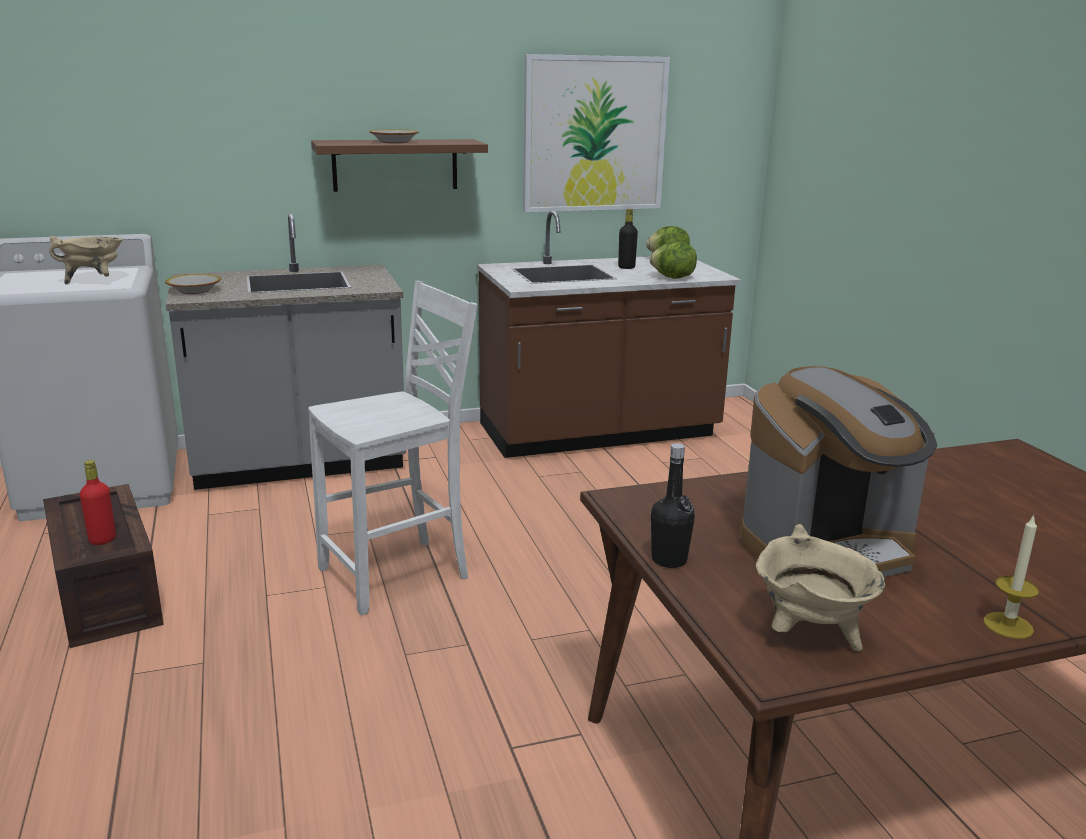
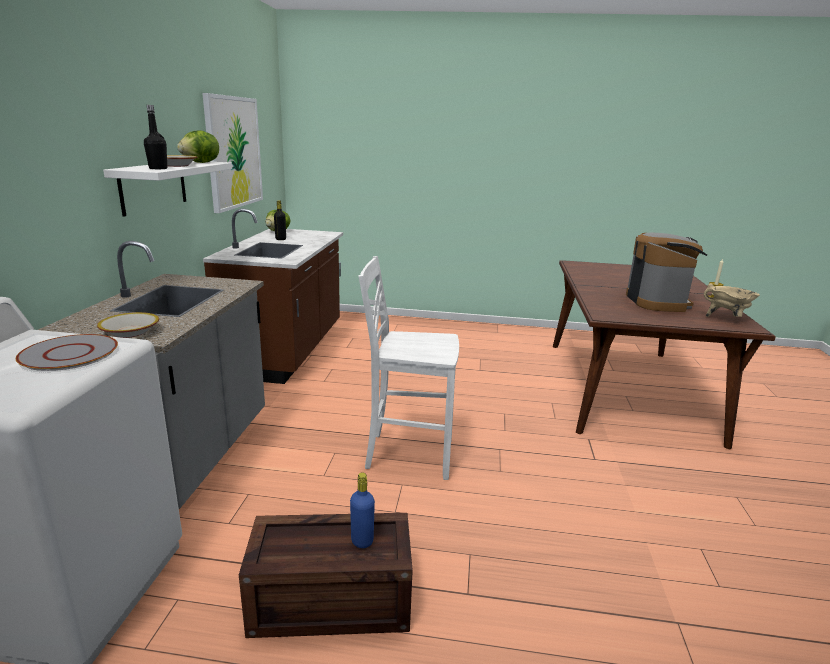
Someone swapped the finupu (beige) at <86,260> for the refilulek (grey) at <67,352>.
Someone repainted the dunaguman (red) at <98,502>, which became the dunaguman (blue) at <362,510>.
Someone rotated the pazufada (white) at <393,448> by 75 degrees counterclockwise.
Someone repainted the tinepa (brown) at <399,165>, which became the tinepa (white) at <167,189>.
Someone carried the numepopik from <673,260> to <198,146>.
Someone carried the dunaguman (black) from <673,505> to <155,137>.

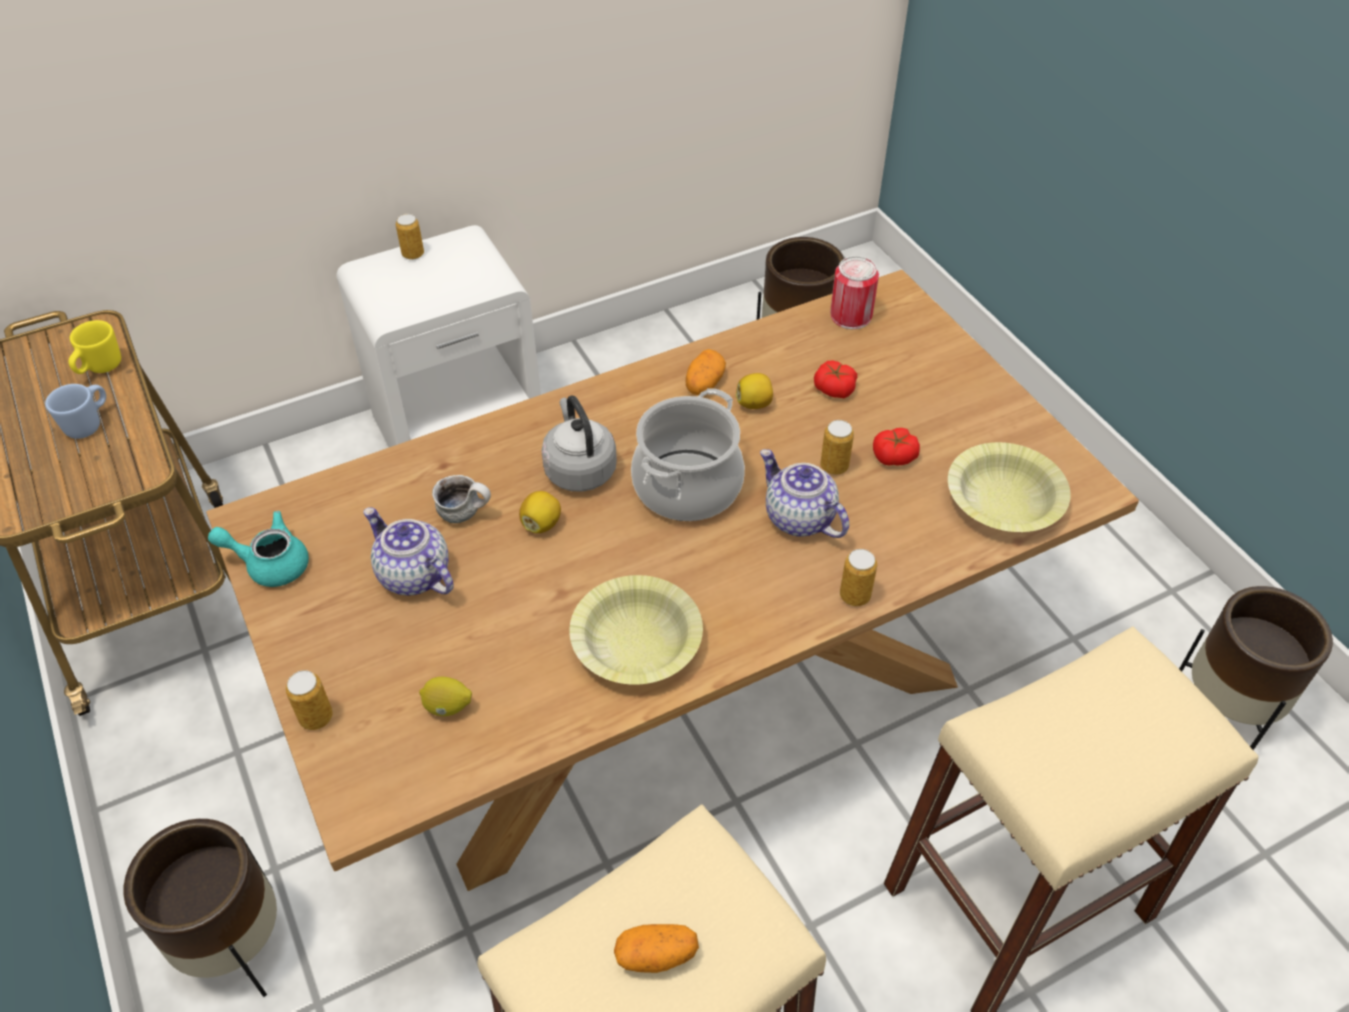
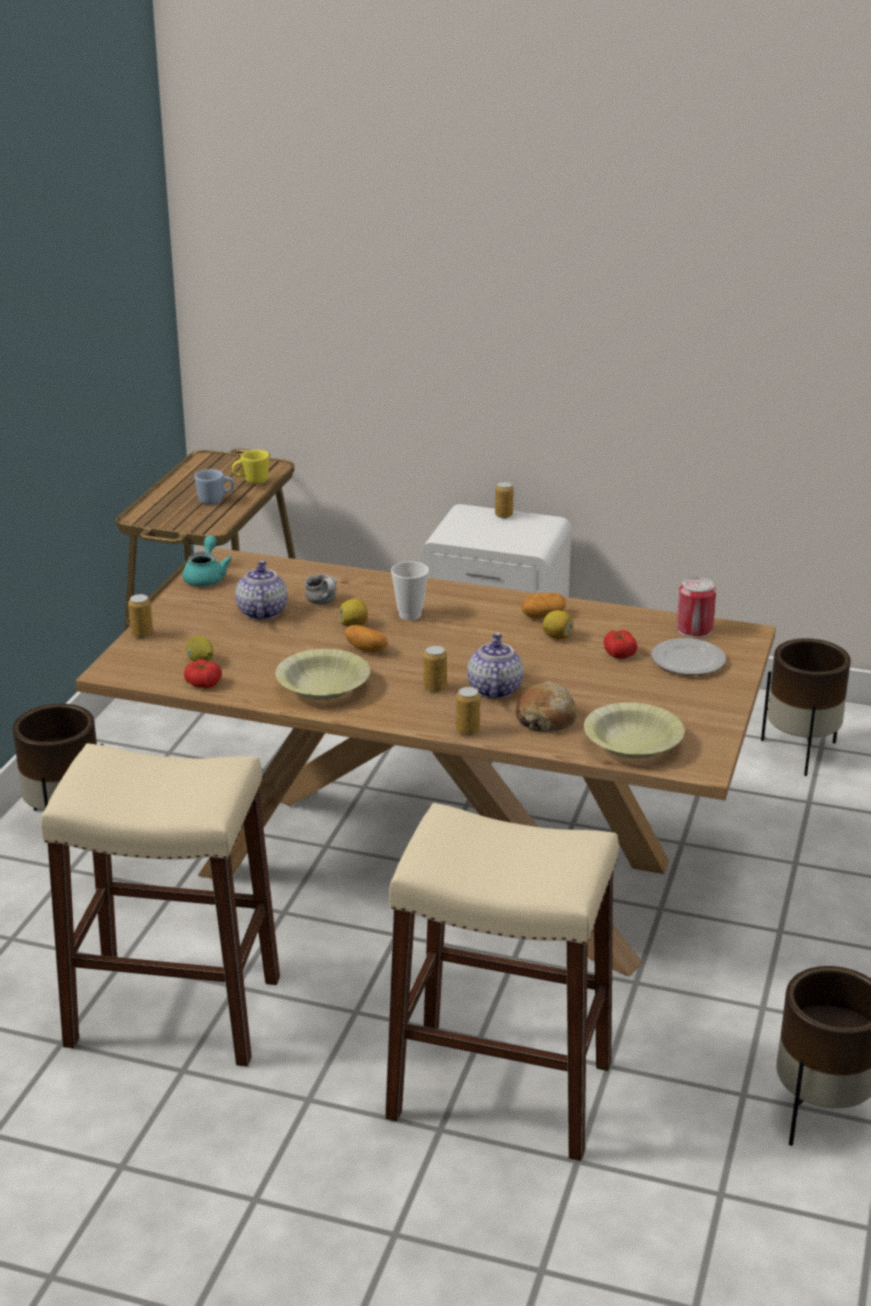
Someone rotated the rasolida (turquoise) at <258,549> by 45 degrees clockwise.
Someone swapped the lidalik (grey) at <579,443> for the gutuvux at <410,590>.
Someone carried the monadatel from <656,948> to <366,639>.
Someone took away the finupu at <688,454>.
Someone carried the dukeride from <837,447> to <435,669>.
Someone carried the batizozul from <896,447> to <203,673>.
Someone put down the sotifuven at <546,707>.
Someone put down the refilulek at <688,656>.

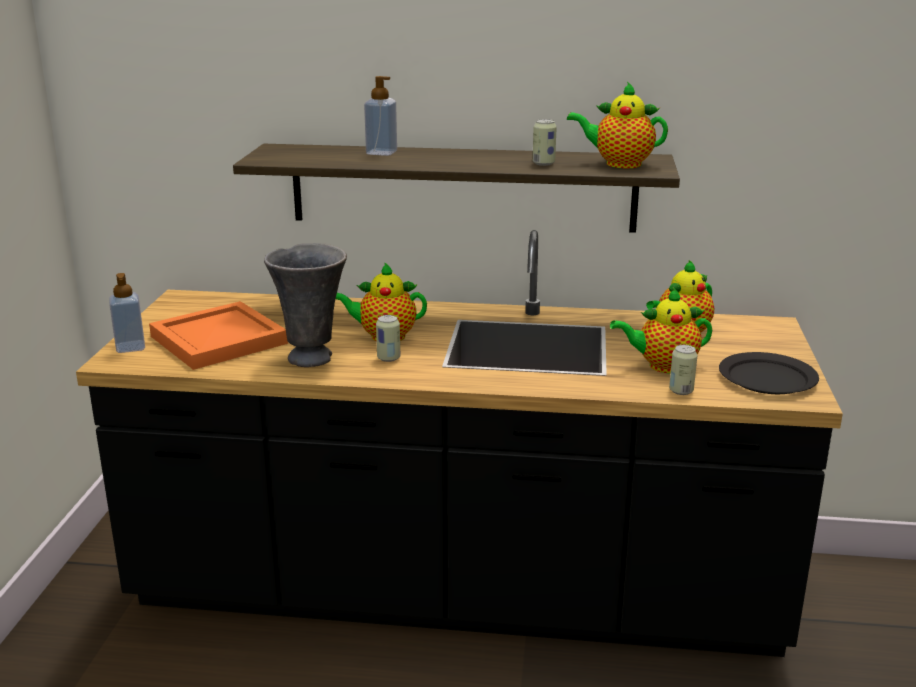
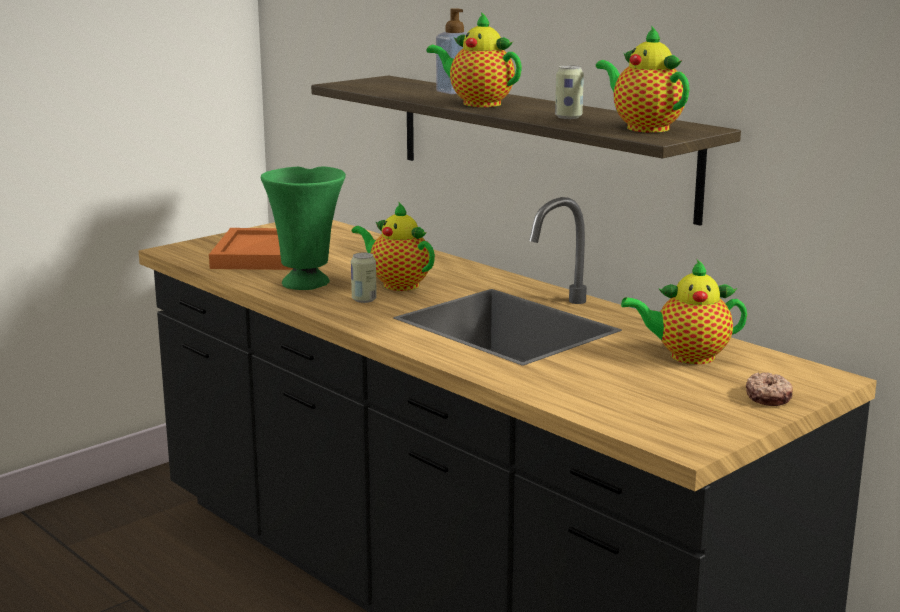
Someone took away the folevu at <127,313>.
Someone repainted the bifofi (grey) at <305,305>, which became the bifofi (green) at <303,228>.
Someone carried the rasolida from <661,330> to <474,59>.
Someone took away the dukeride at <683,370>.
Someone took away the refilulek (black) at <769,373>.
Someone put down the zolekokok at <769,389>.

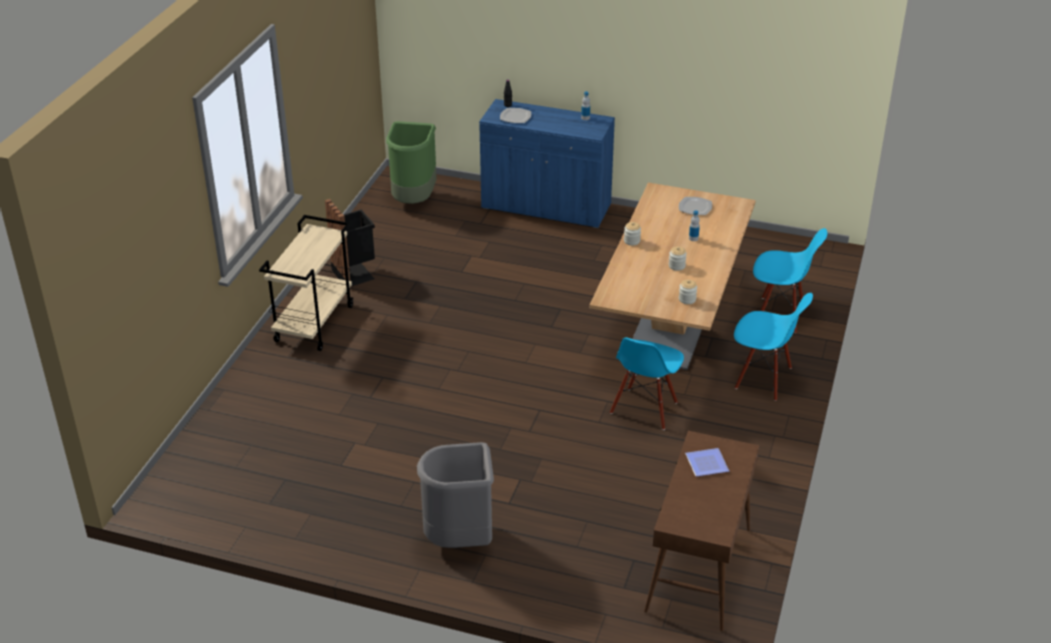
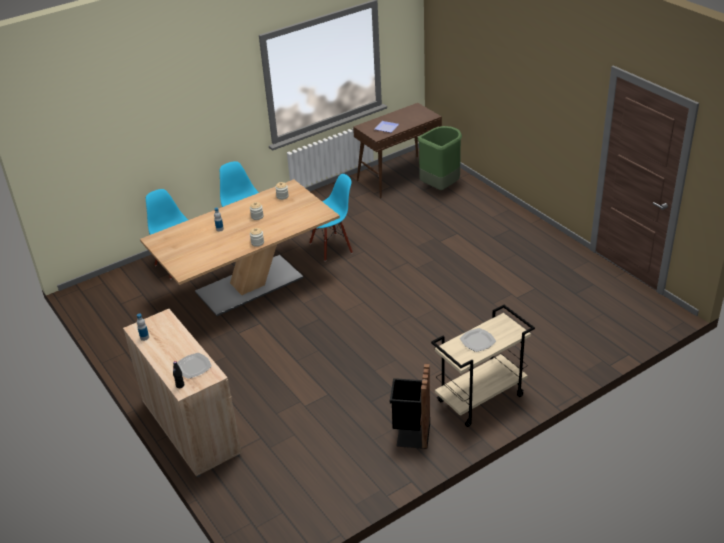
Someone carried the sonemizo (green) from <411,162> to <440,158>.
Someone took away the sonemizo (grey) at <455,495>.
Someone repainted the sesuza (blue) at <547,163>, which became the sesuza (beige) at <182,393>.
Someone carried the refilulek from <695,206> to <478,340>.

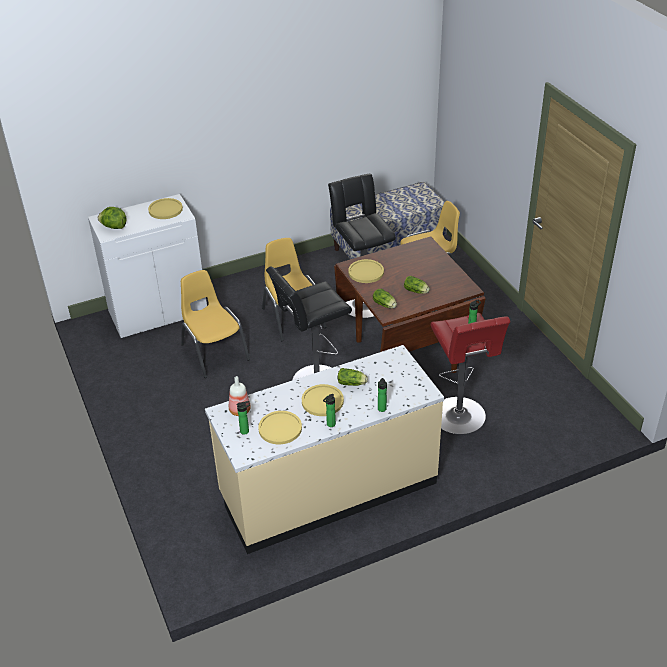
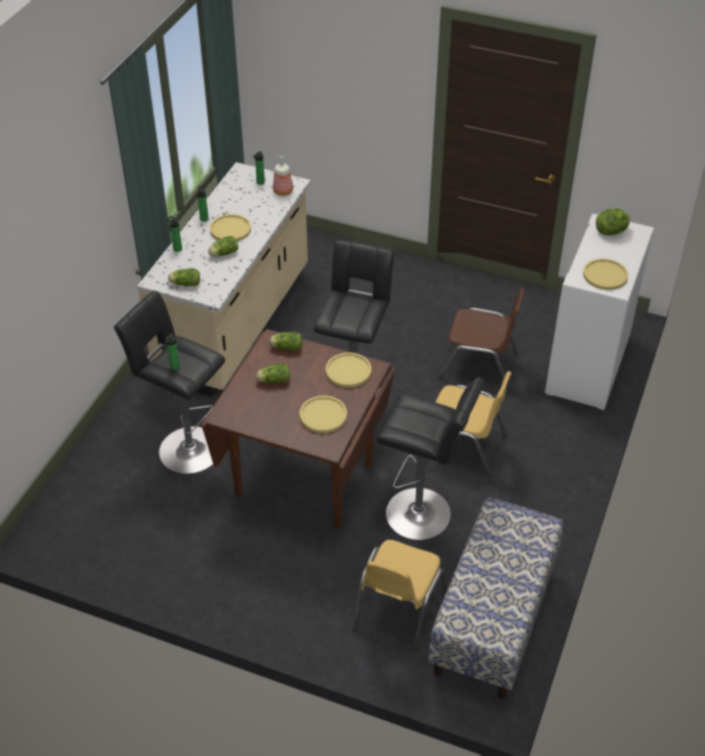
Someone repainted the pazufada (yellow) at <215,324>, which became the pazufada (brown) at <481,339>.
Someone carried the refilulek (yellow) from <280,427> to <323,414>.
Someone repainted the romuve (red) at <470,374>, which became the romuve (black) at <169,382>.
Someone put down the numepopik at <184,277>.

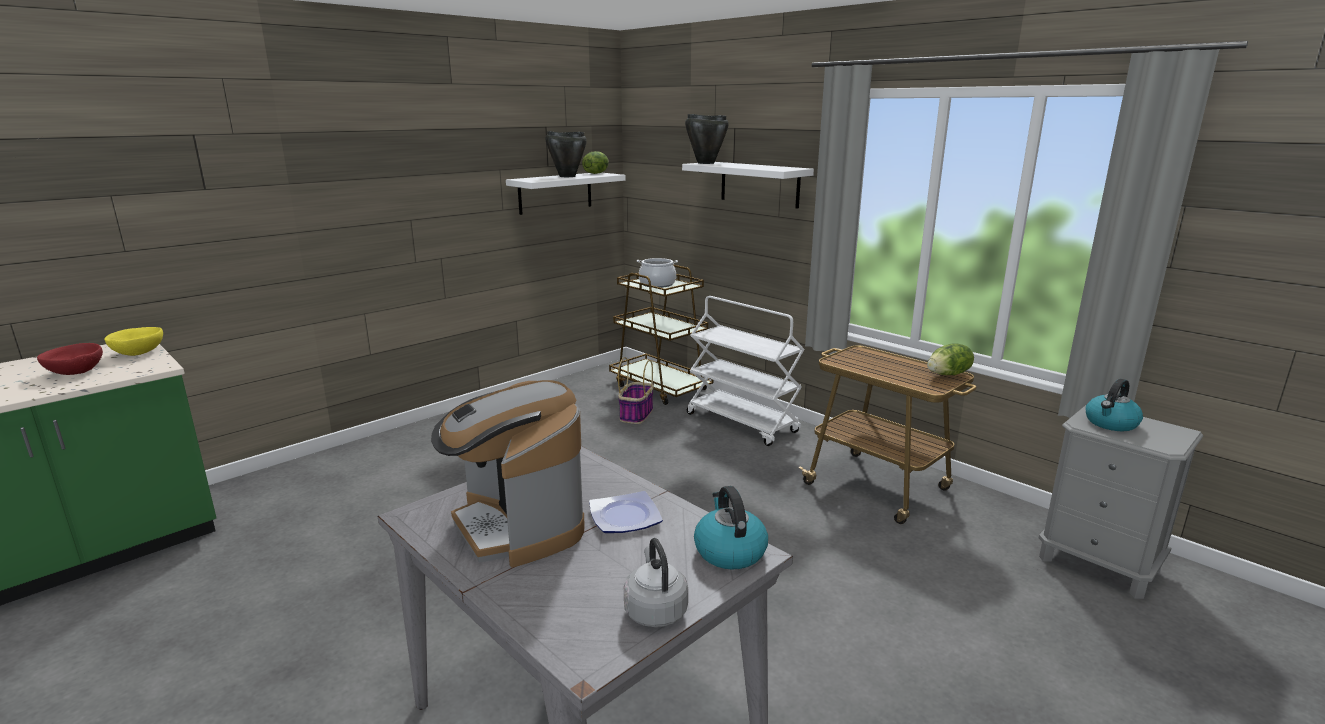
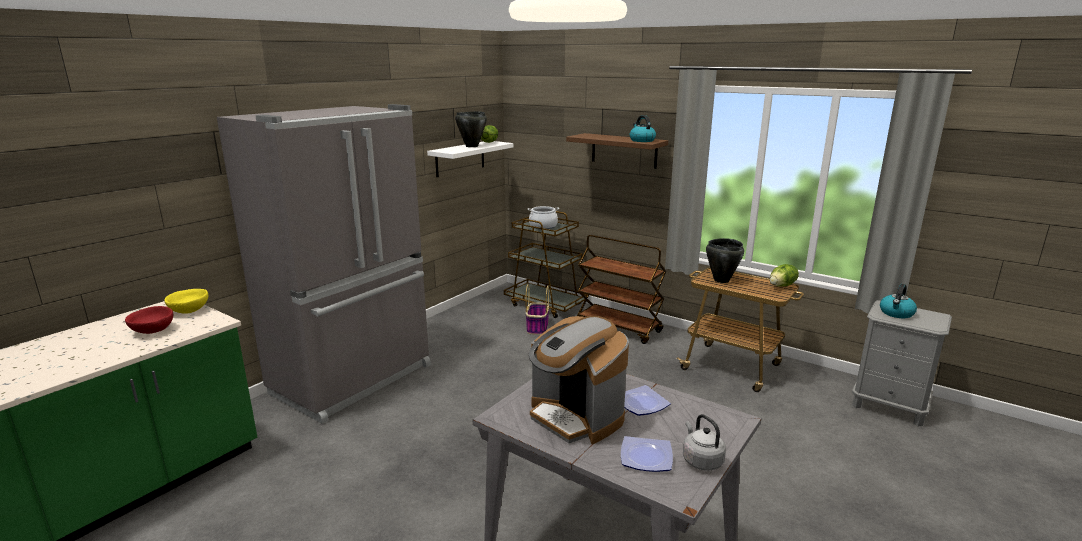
Someone repainted the tinepa (white) at <748,185>, which became the tinepa (brown) at <617,151>.
Someone carried the finupu (black) from <707,139> to <725,260>.
Someone repainted the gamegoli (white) at <746,371>, which became the gamegoli (brown) at <621,289>.
Someone carried the lidalik from <731,528> to <643,128>.
Someone put down the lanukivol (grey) at <324,264>.
Someone put down the refilulek at <647,454>.

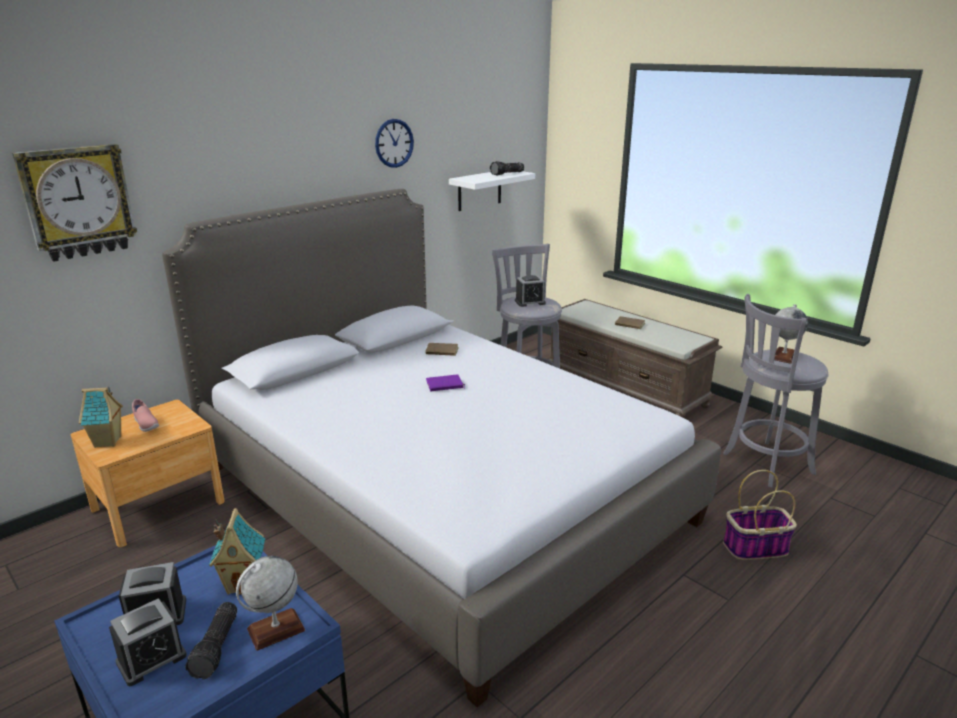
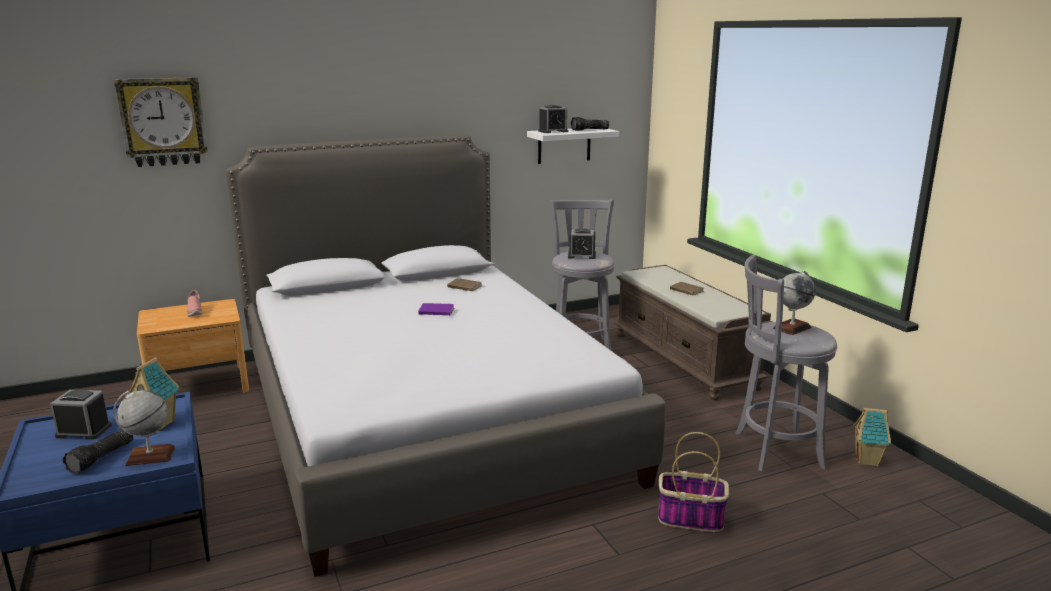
Someone carried the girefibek from <101,417> to <872,437>.
Someone carried the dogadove from <148,642> to <553,119>.
Someone took away the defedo at <394,143>.

